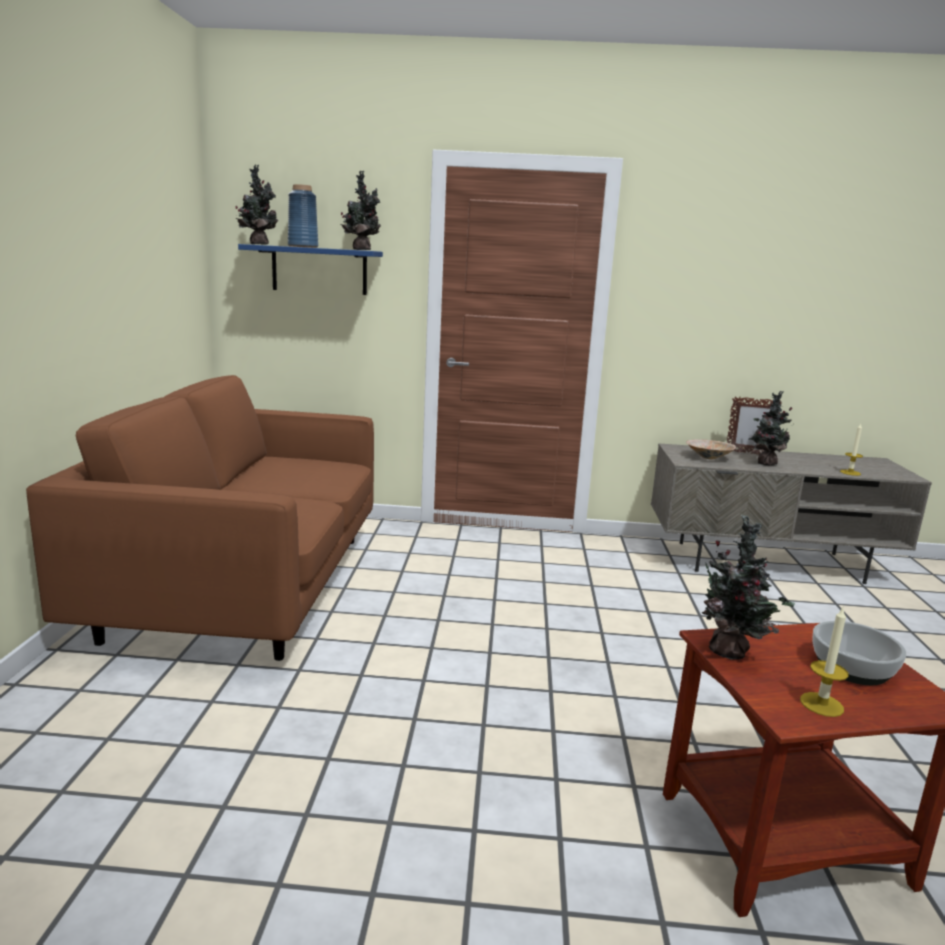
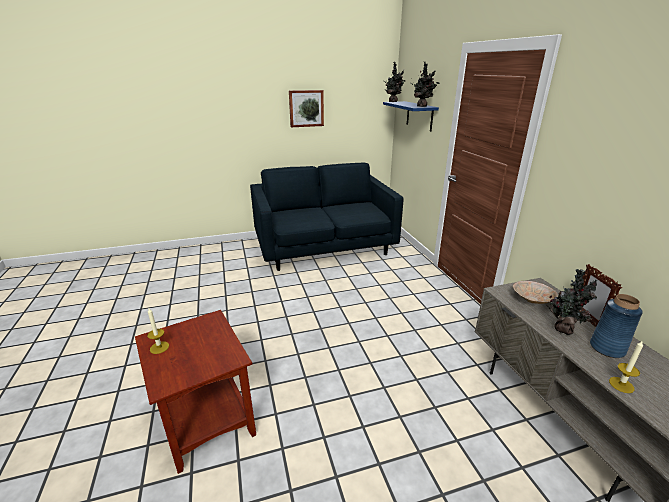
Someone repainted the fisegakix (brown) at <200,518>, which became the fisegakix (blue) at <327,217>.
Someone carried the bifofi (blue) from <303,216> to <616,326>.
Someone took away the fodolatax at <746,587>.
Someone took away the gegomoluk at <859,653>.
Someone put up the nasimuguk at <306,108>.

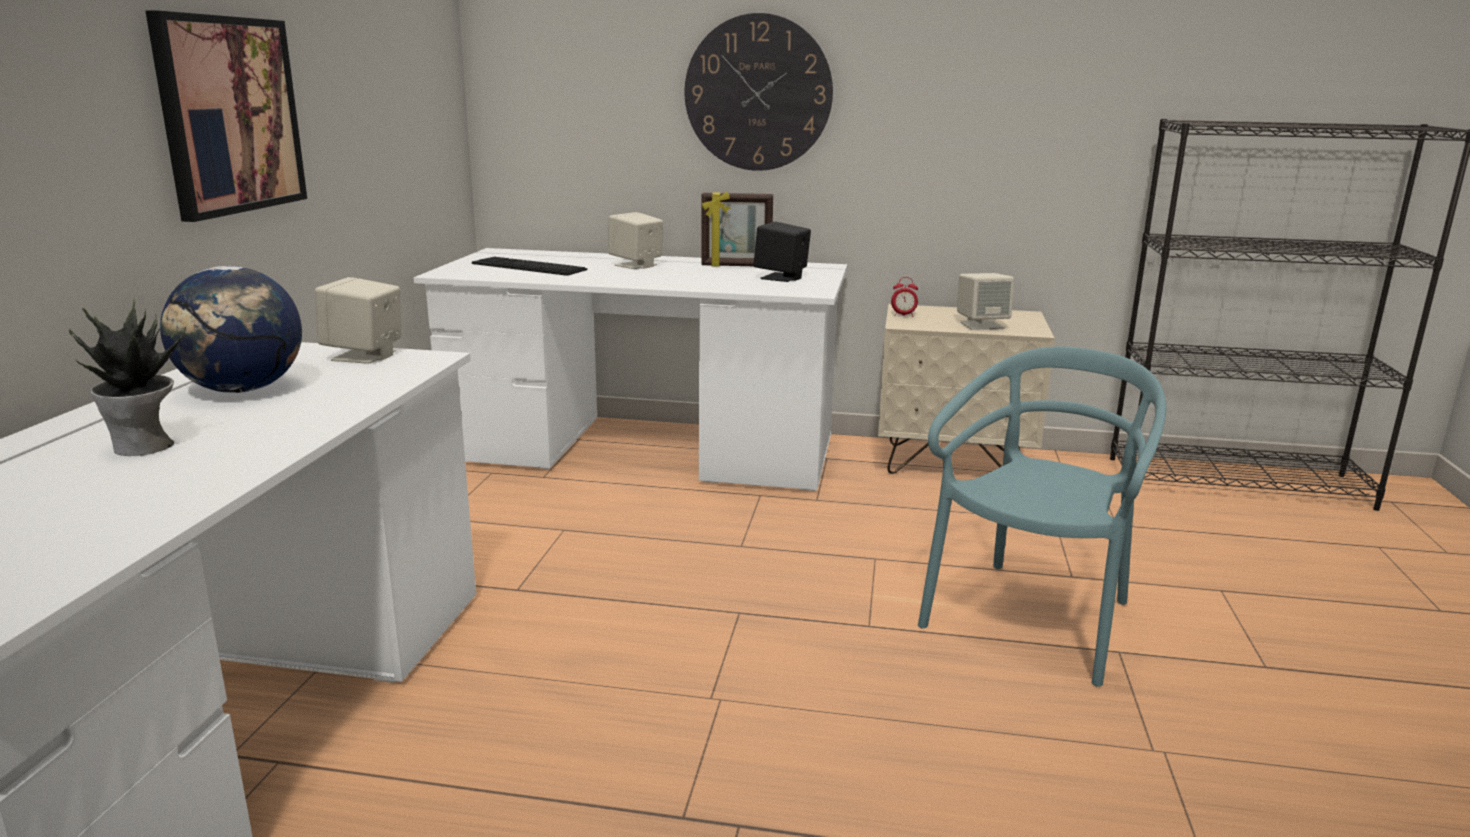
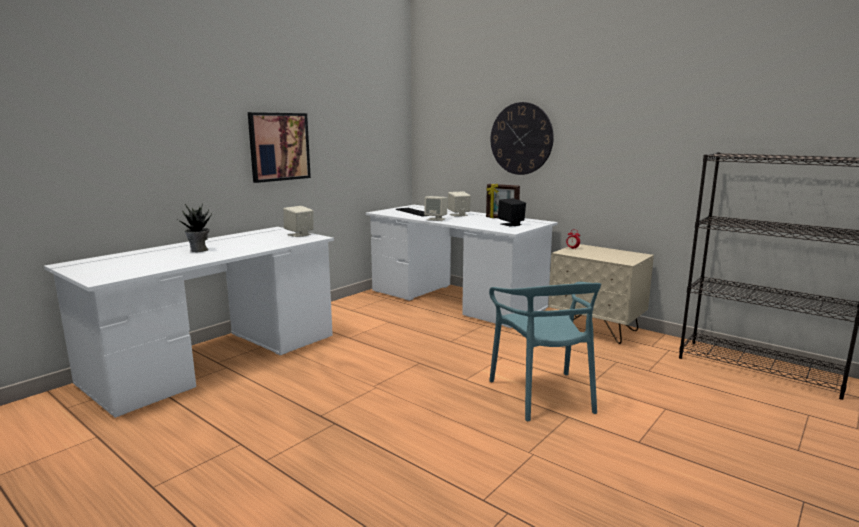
Someone took away the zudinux at <231,329>.
Someone rotated the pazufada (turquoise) at <1042,517> by 105 degrees clockwise.
Someone carried the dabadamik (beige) from <985,301> to <436,208>.

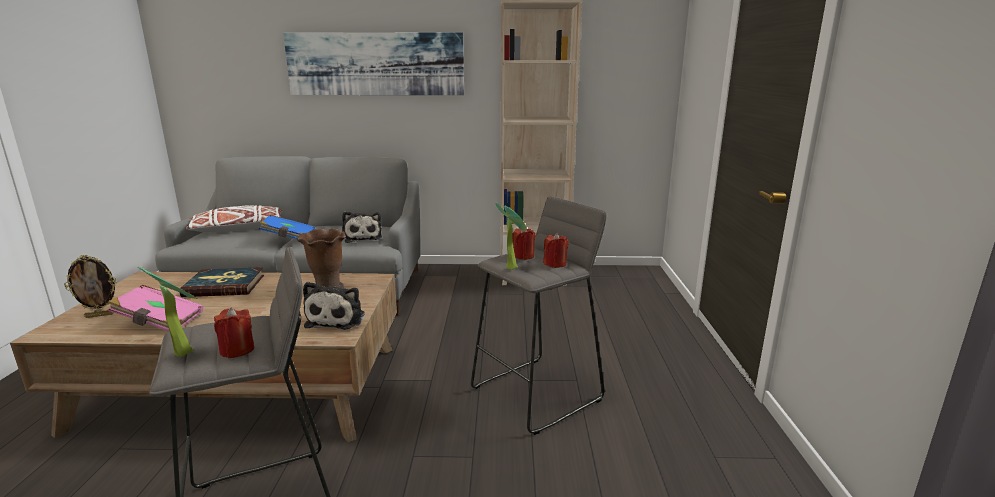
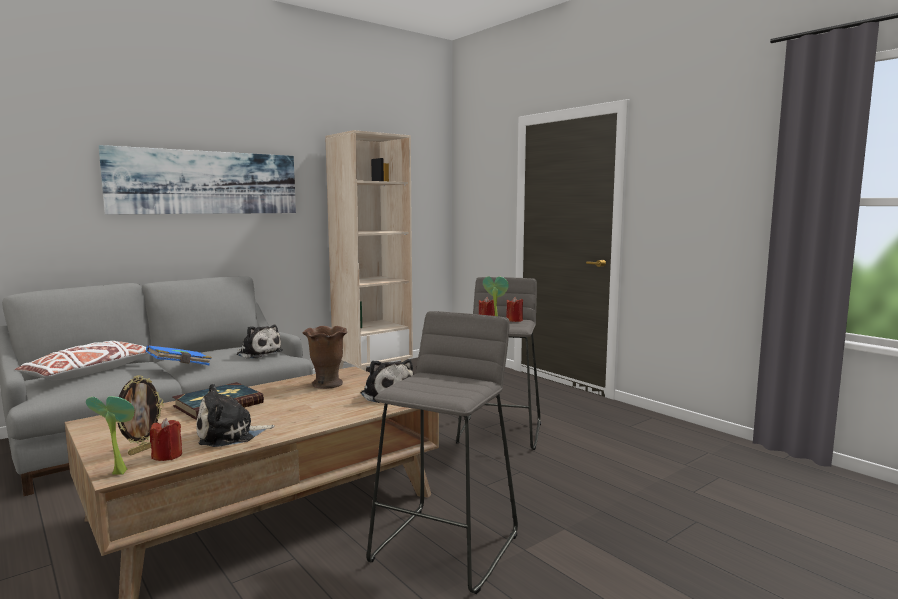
Someone swapped the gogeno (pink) at <155,308> for the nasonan at <235,415>.
Someone carried the fodolatax from <168,312> to <110,435>.
Someone carried the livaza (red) from <234,332> to <166,439>.

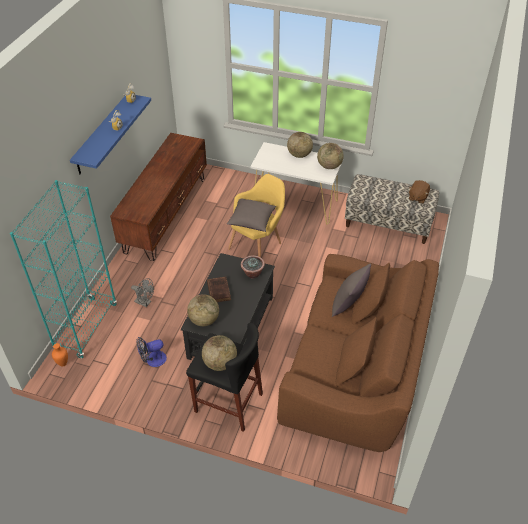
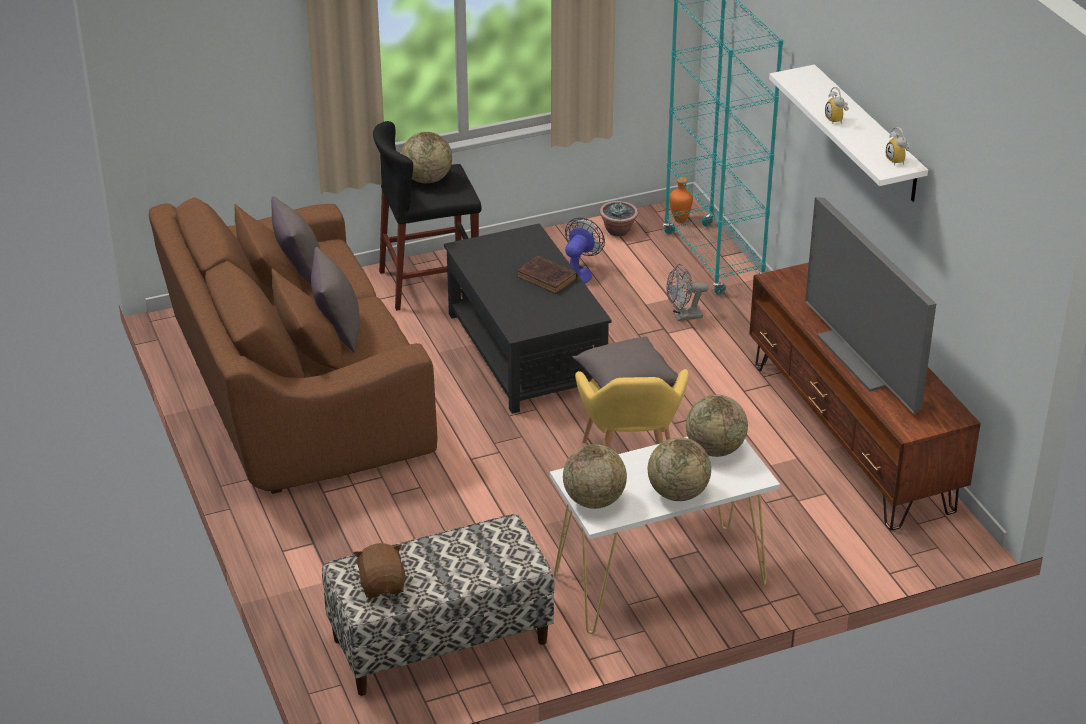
Someone repainted the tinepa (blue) at <110,134>, which became the tinepa (white) at <848,133>.
Someone carried the zudinux from <203,310> to <717,426>.
Someone carried the fodolatax from <253,266> to <619,218>.
Someone put down the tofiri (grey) at <295,240>.
Someone put down the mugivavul at <870,305>.

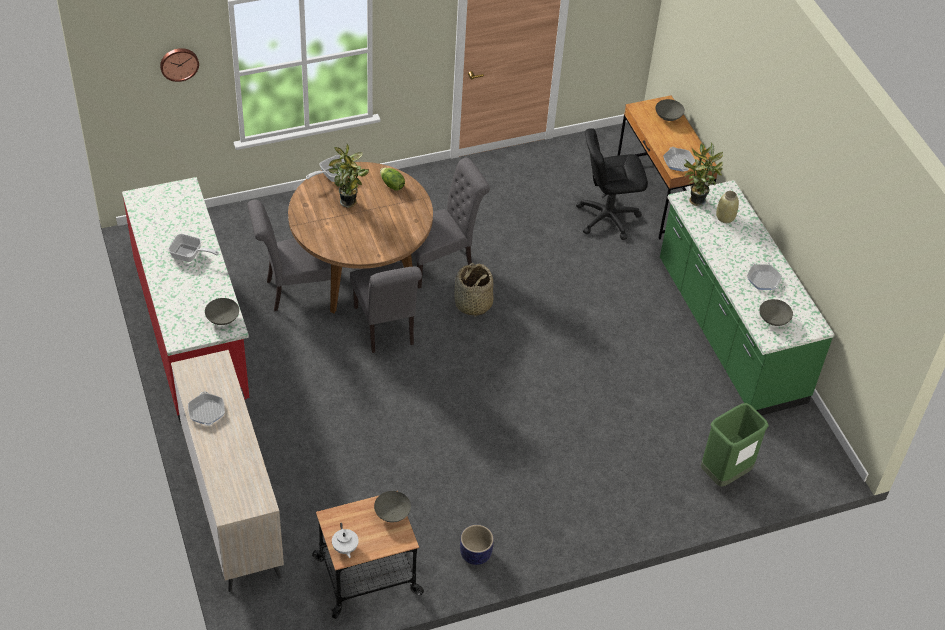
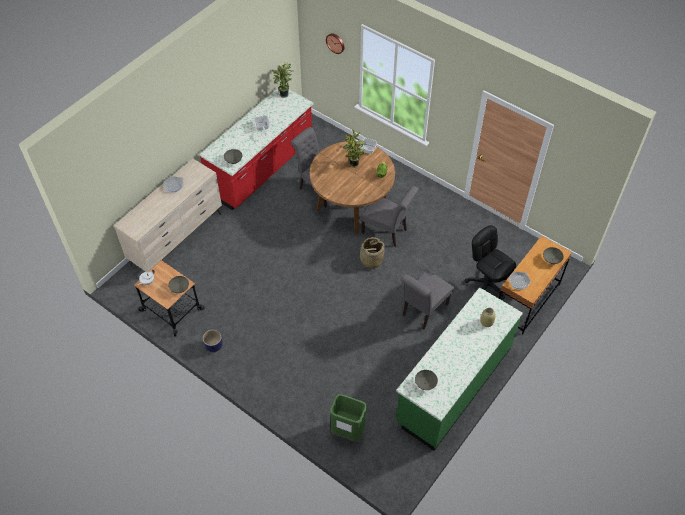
Someone carried the pazufada (grey) from <386,307> to <427,300>.
Someone carried the fodolatax from <703,174> to <282,80>.
Someone took away the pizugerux at <764,276>.

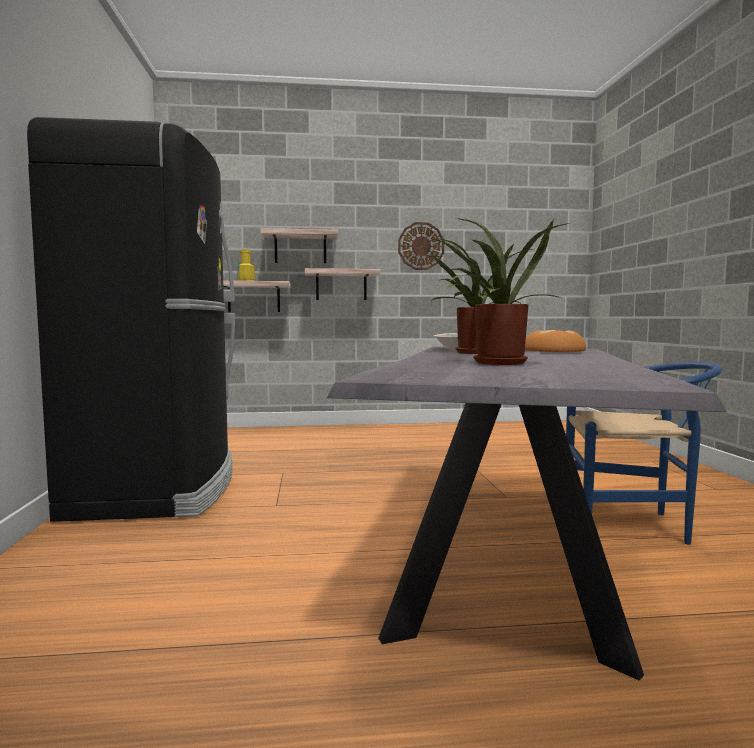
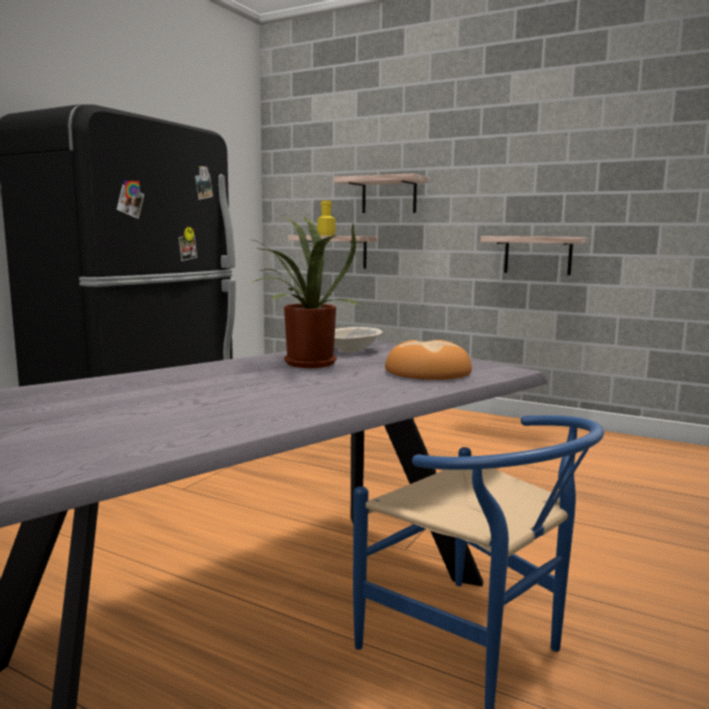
Someone carried the tinepa from <343,284> to <534,255>.
Someone took away the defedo at <421,246>.
Someone took away the fodolatax at <501,291>.

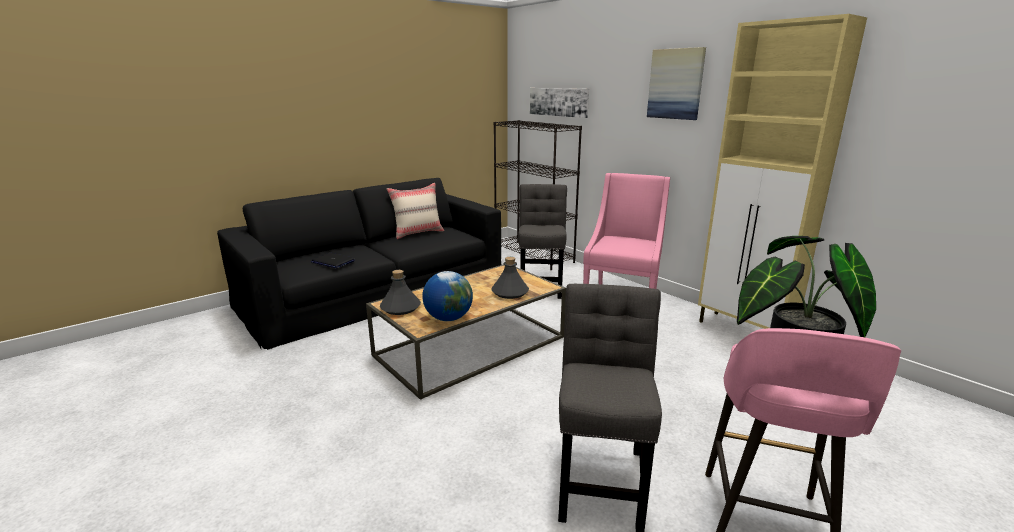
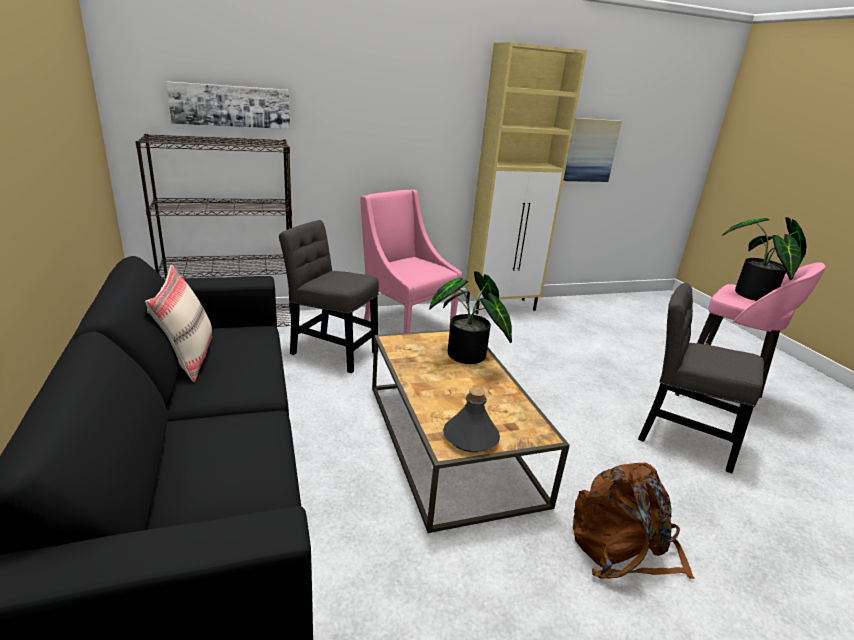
Someone took away the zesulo at <333,260>.
Someone took away the zudinux at <447,296>.
Someone swapped the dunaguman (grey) at <510,278> for the fodolatax at <470,317>.
Someone carried the nasimuguk from <676,83> to <593,150>.
Someone put down the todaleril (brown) at <633,521>.

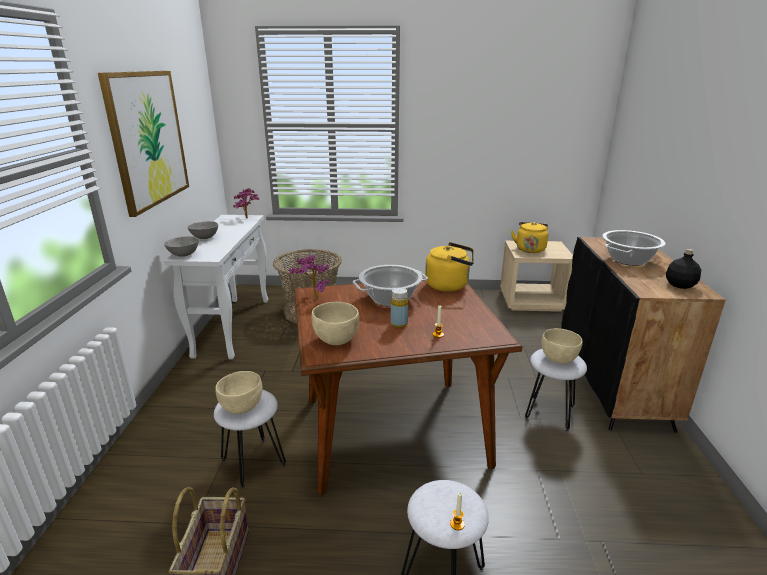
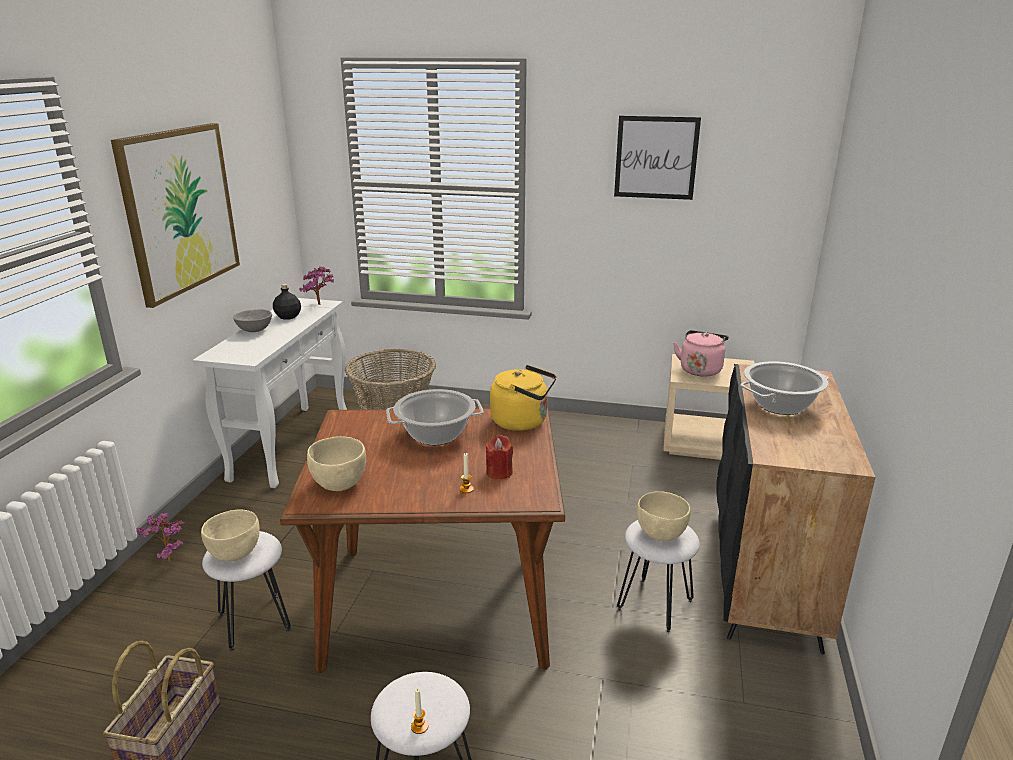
Someone took away the gegomoluk (grey) at <181,246>.
Someone carried the fodolatax from <309,277> to <161,537>.
Someone took away the dunaguman (yellow) at <399,307>.
Someone repainted the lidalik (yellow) at <529,237>, which became the lidalik (pink) at <701,353>.
Someone carried the dunaguman (black) from <683,269> to <287,302>.
Someone put down the livaza (red) at <499,457>.
Someone put up the nasimuguk at <657,158>.

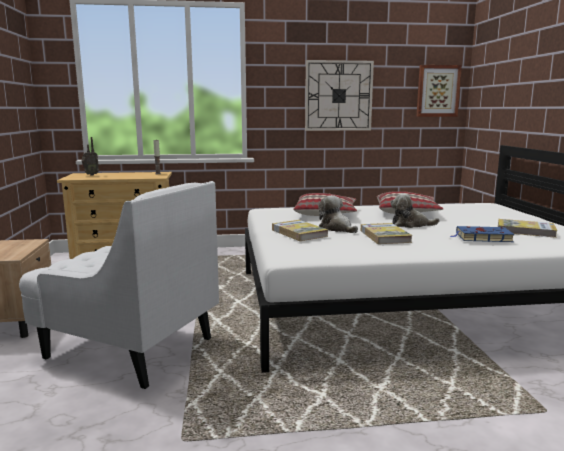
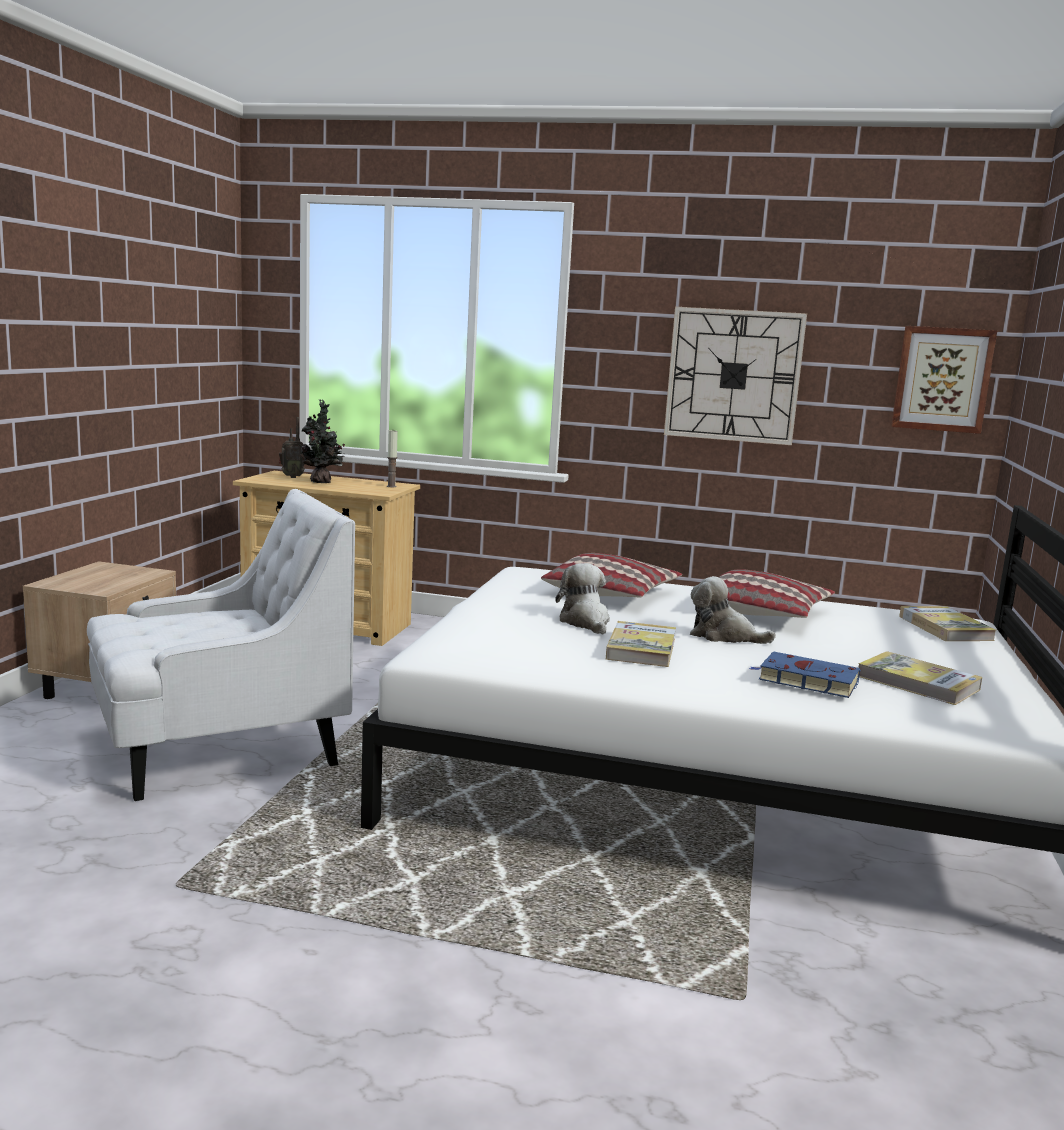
Someone rotated the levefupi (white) at <119,285> by 75 degrees counterclockwise.
Someone carried the gogeno from <300,230> to <947,623>.
Someone put down the fodolatax at <322,441>.

